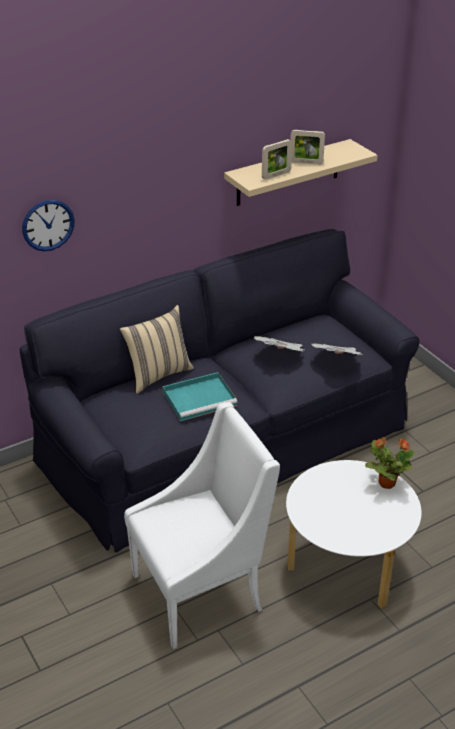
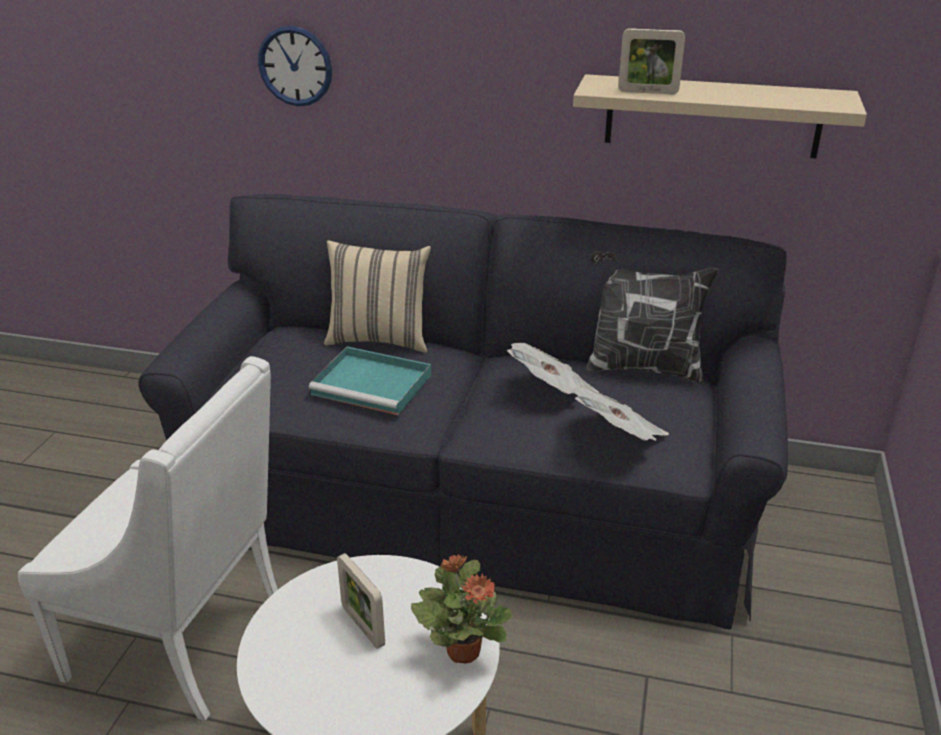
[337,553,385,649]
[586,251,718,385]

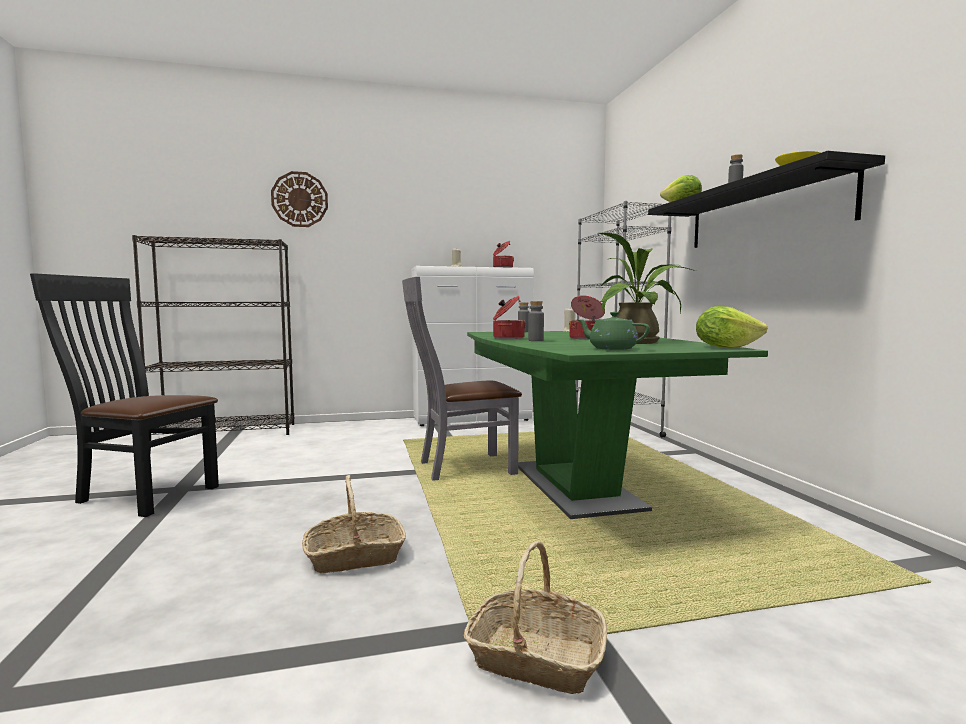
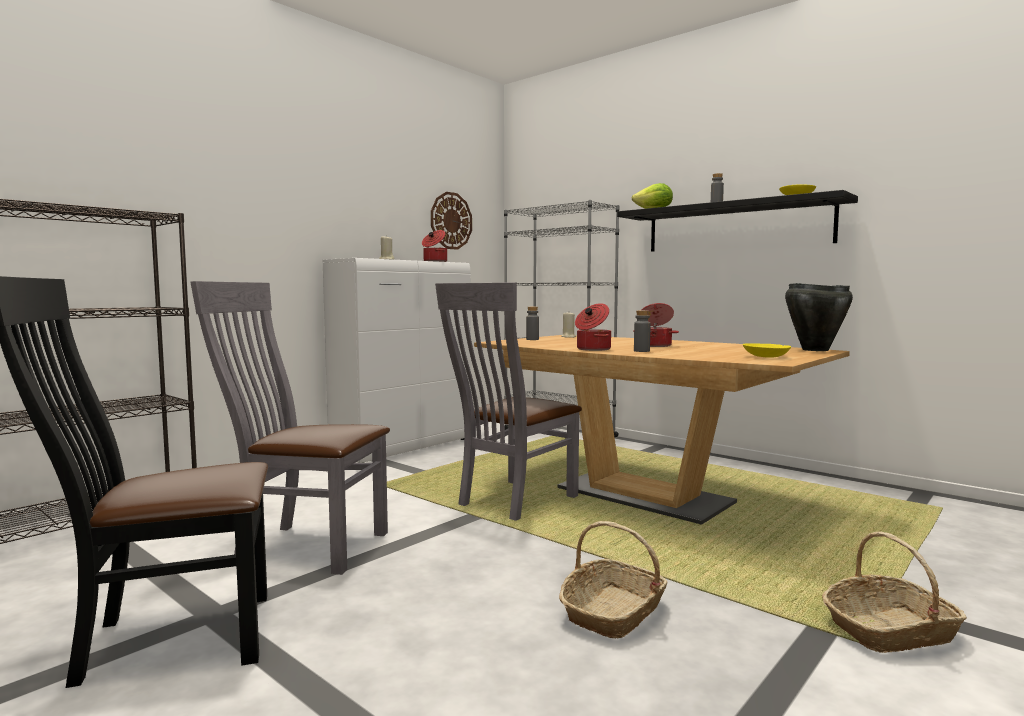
[431,192,472,250]
[474,335,850,525]
[743,343,791,358]
[599,233,696,344] (first image)
[785,283,853,351]
[190,281,390,575]

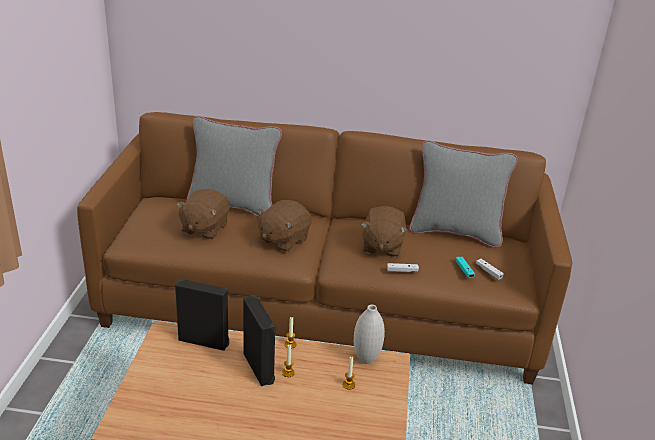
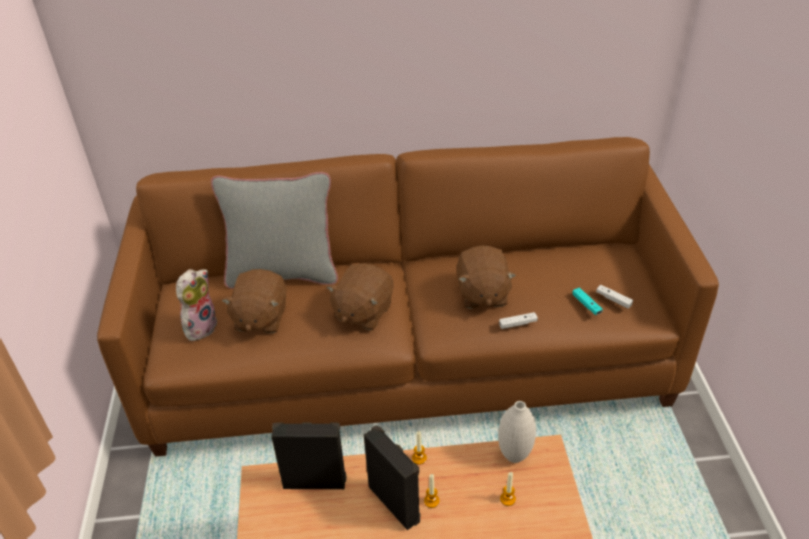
[410,140,518,248] (first image)
[176,269,217,341]

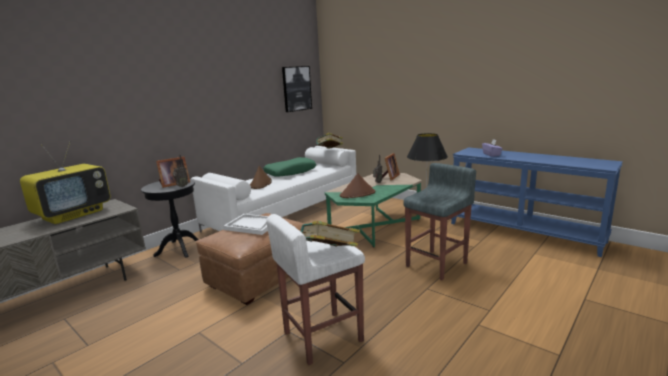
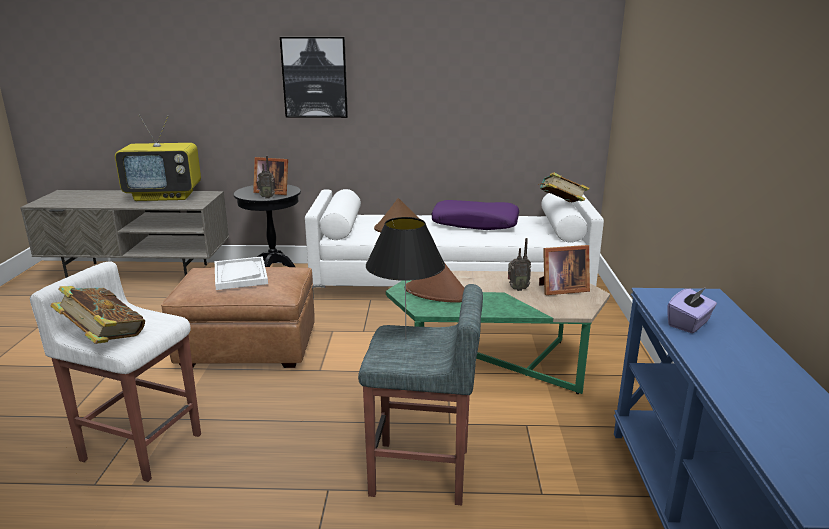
[432,200,519,230]
[280,37,348,118]

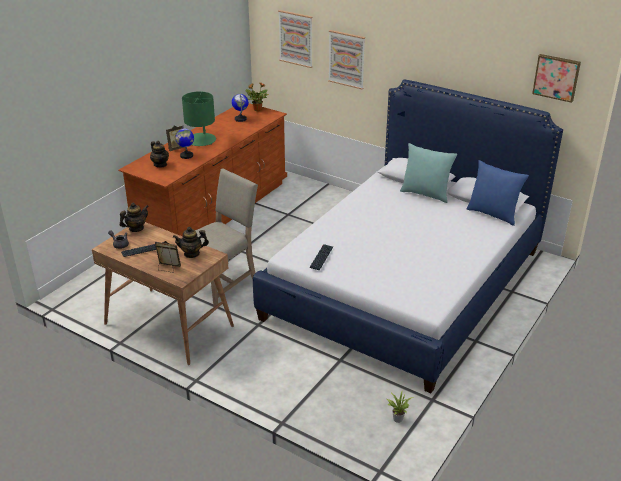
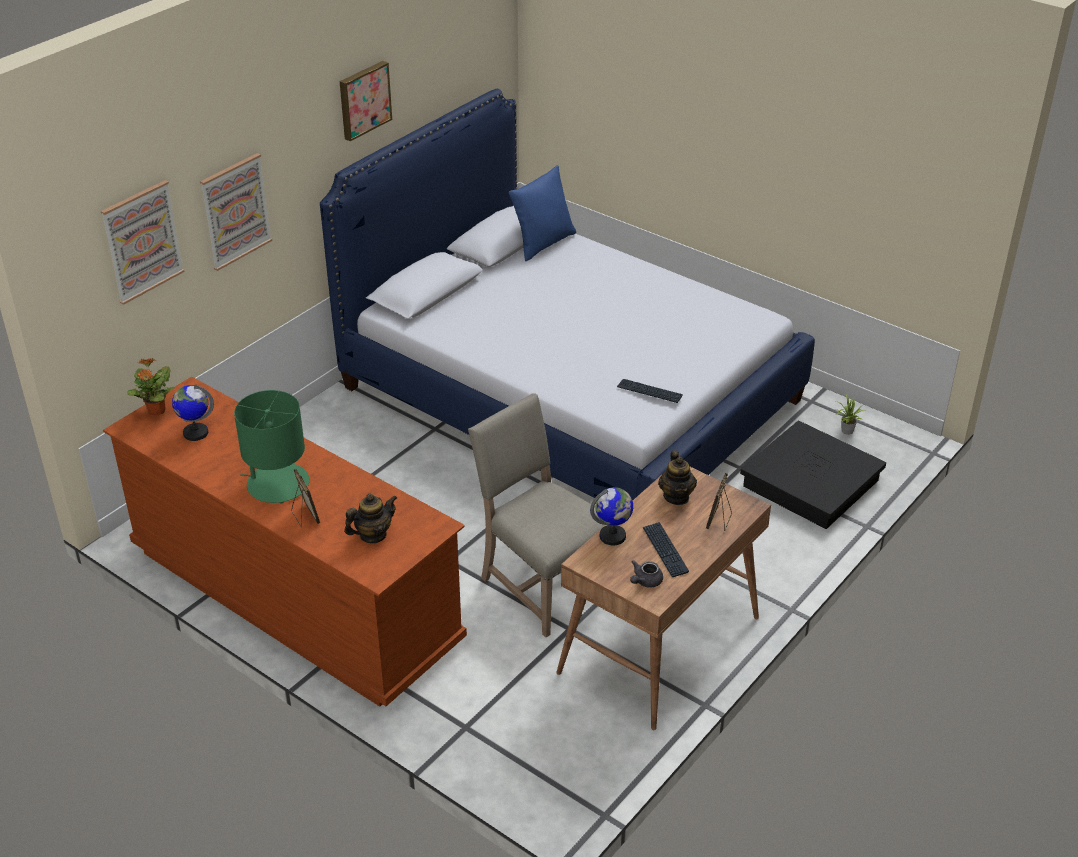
[120,203,149,232] (first image)
[590,487,633,546]
[400,143,457,203] (first image)
[340,61,392,141]
[740,421,886,529]

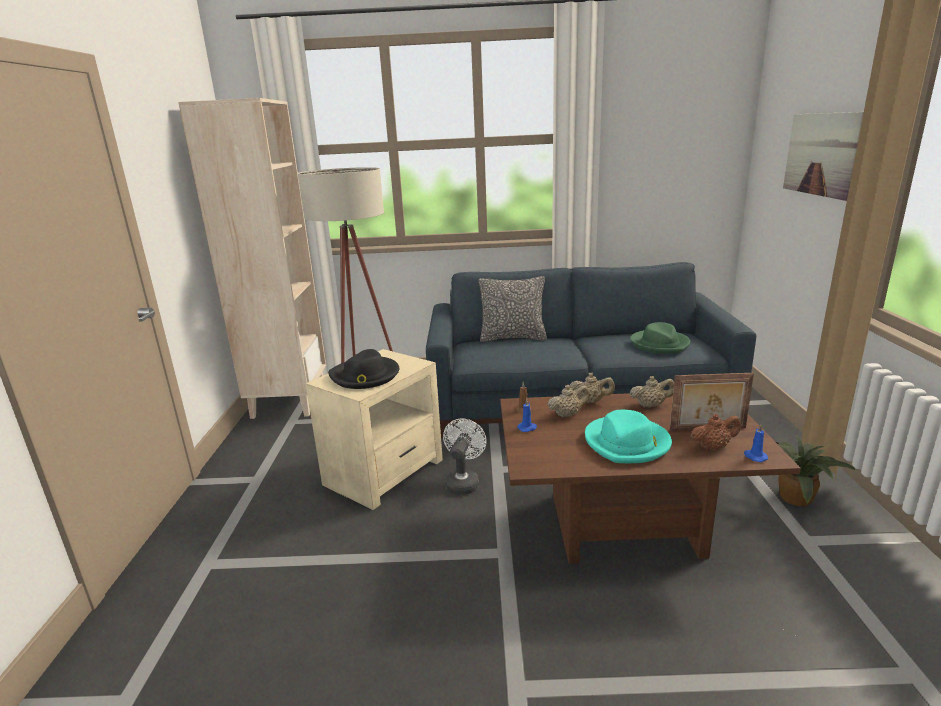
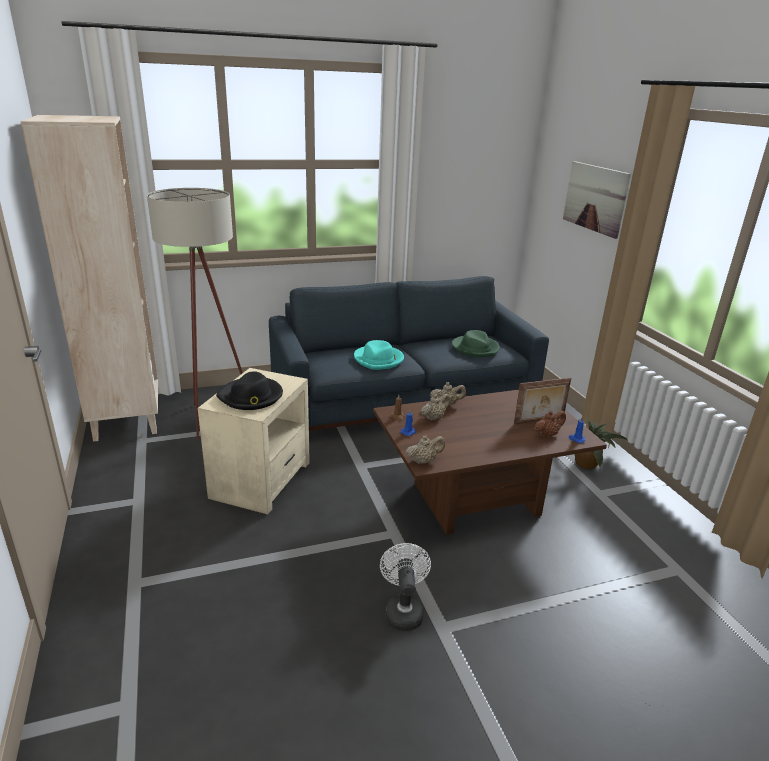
[380,543,431,631]
[479,276,547,342] (first image)
[354,340,404,370]
[406,435,445,464]

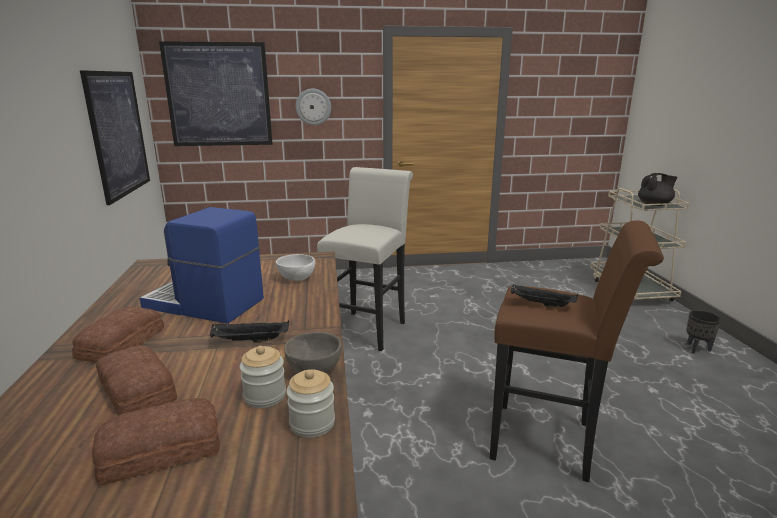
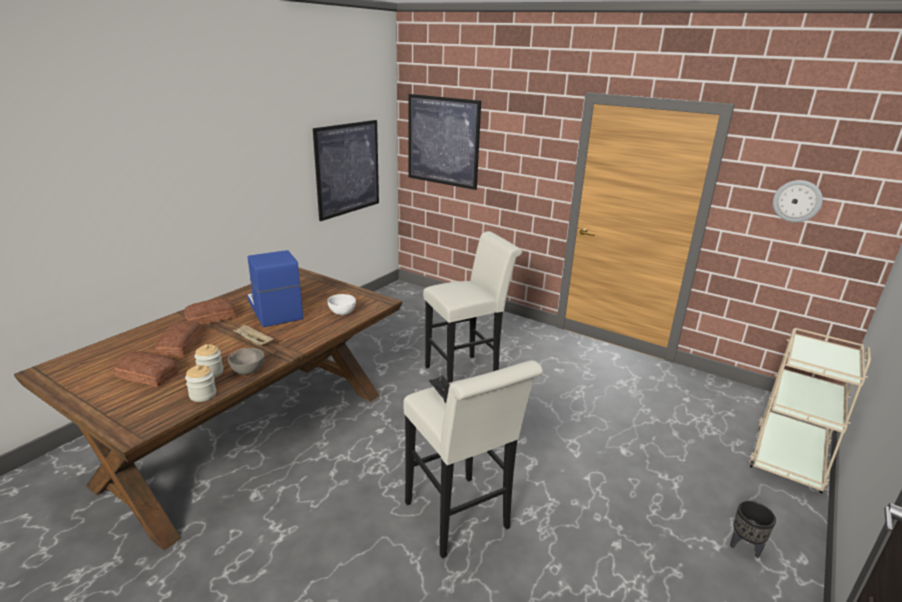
[233,325,274,346]
[773,180,823,222]
[403,360,543,559]
[638,173,678,206] (first image)

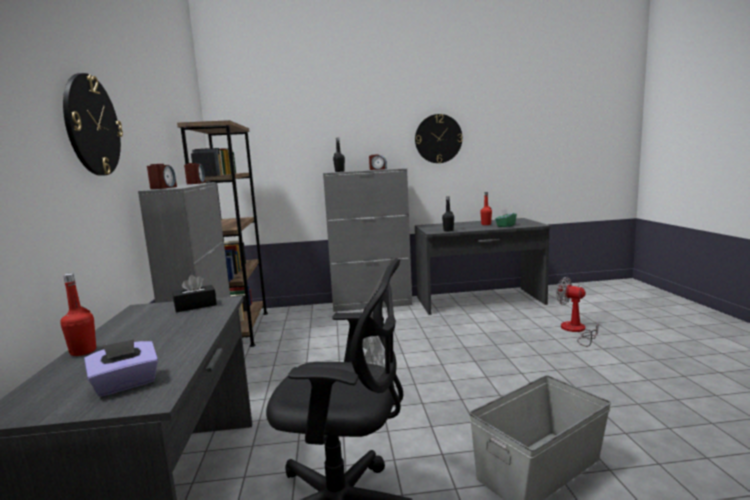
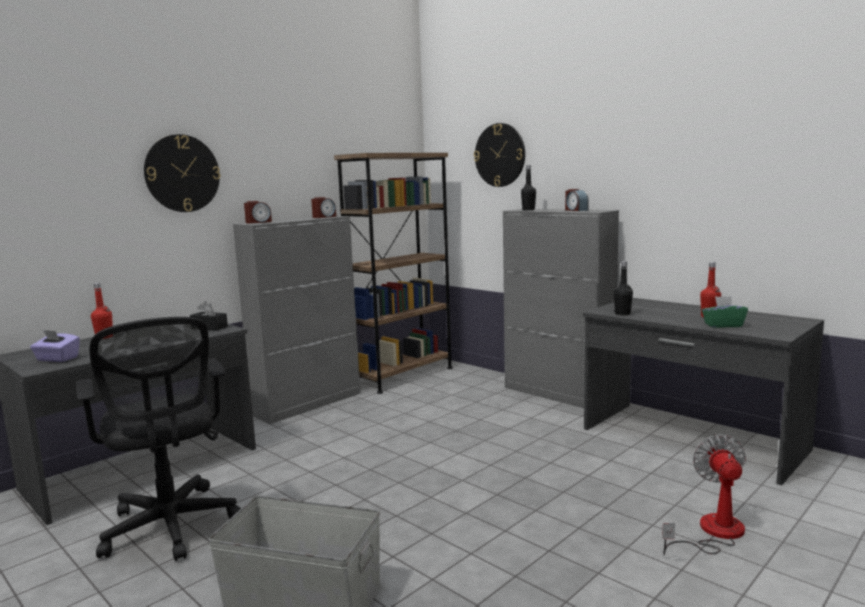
[474,123,525,187]

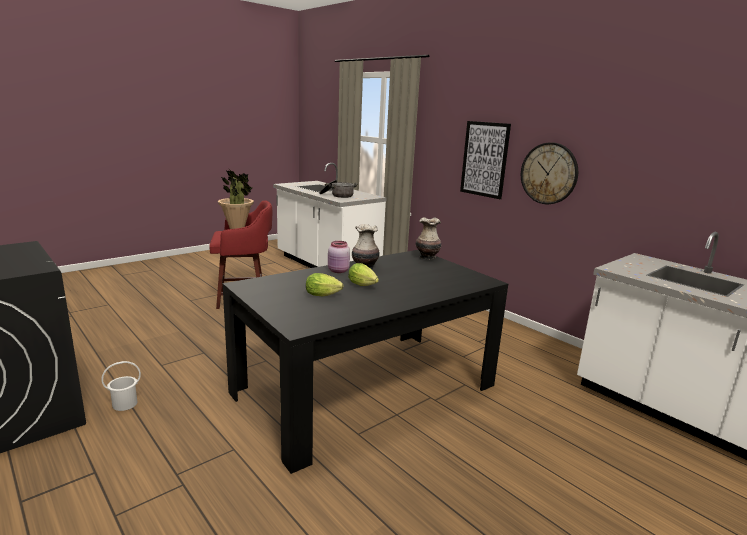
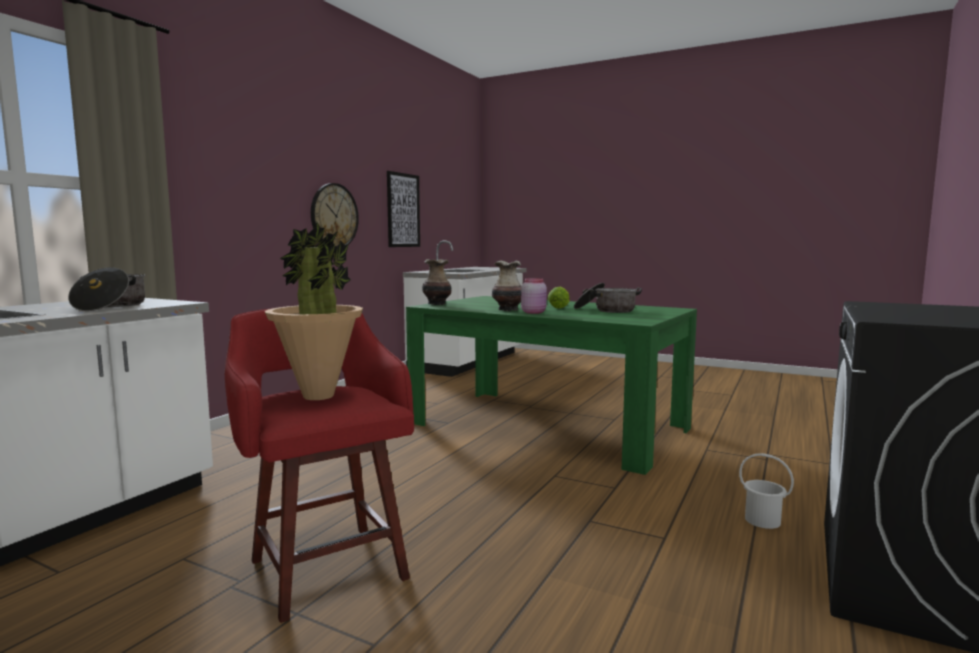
[406,296,697,475]
[574,283,642,313]
[387,171,420,247]

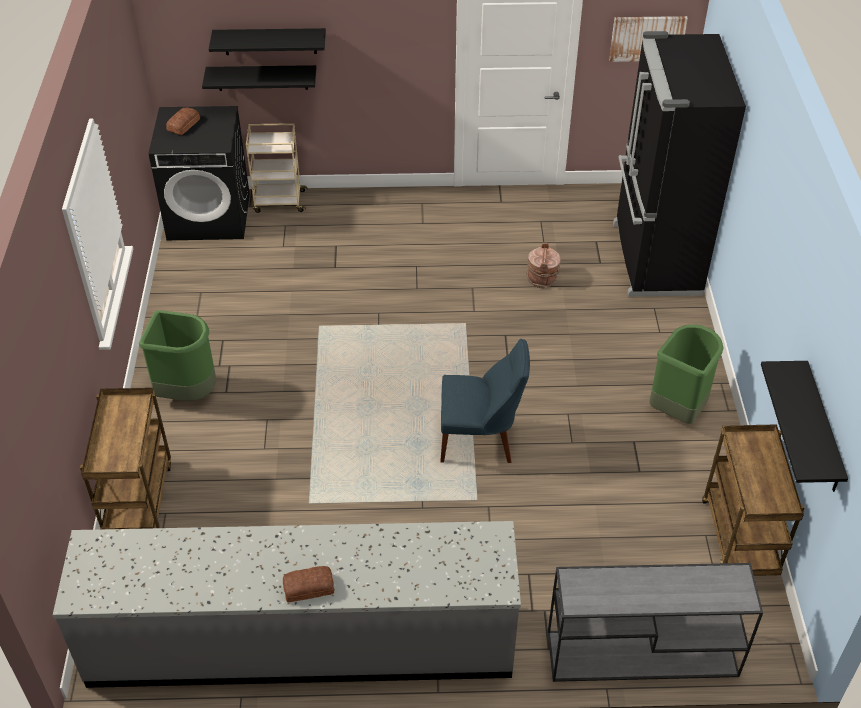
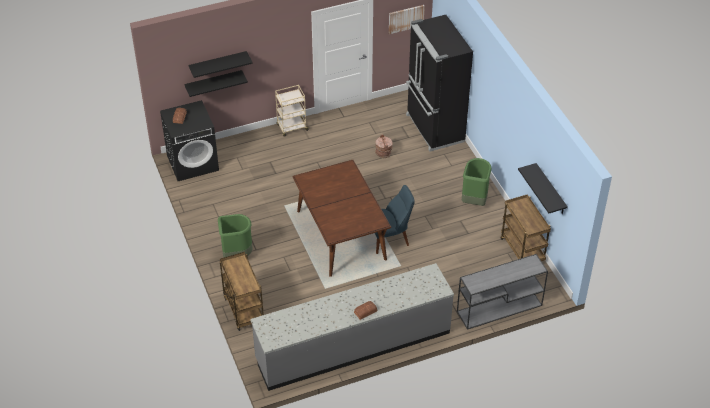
[275,85,309,137]
[292,160,391,277]

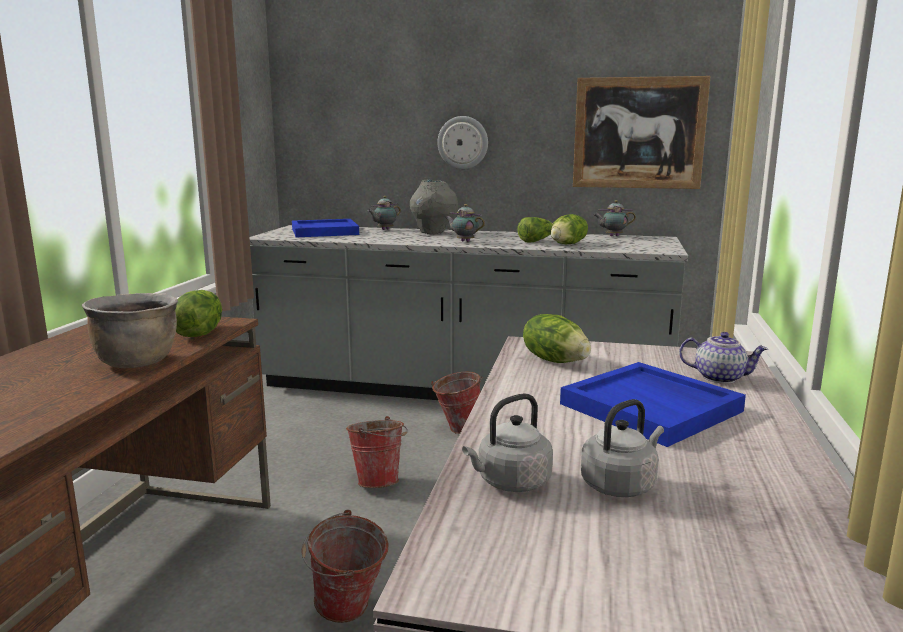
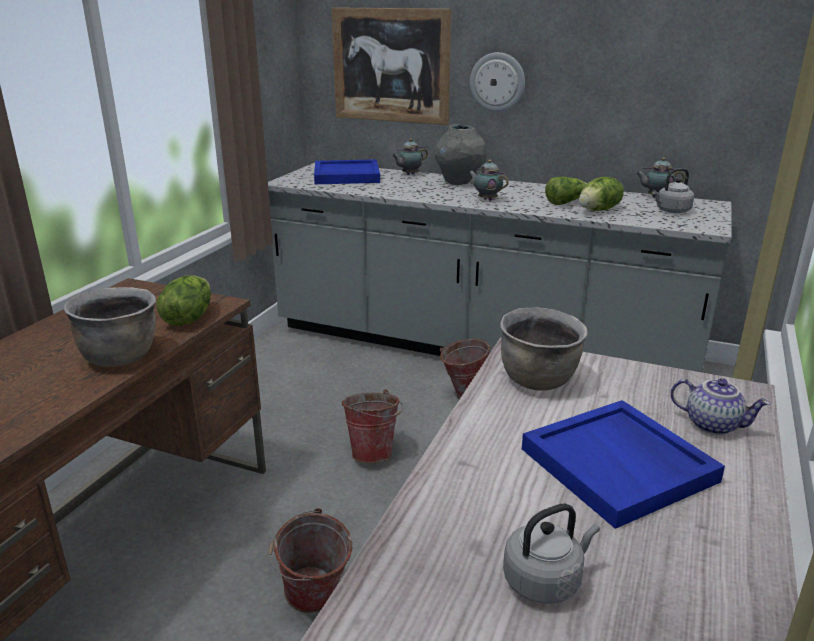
[652,168,694,213]
[500,307,588,391]
[332,7,452,125]

